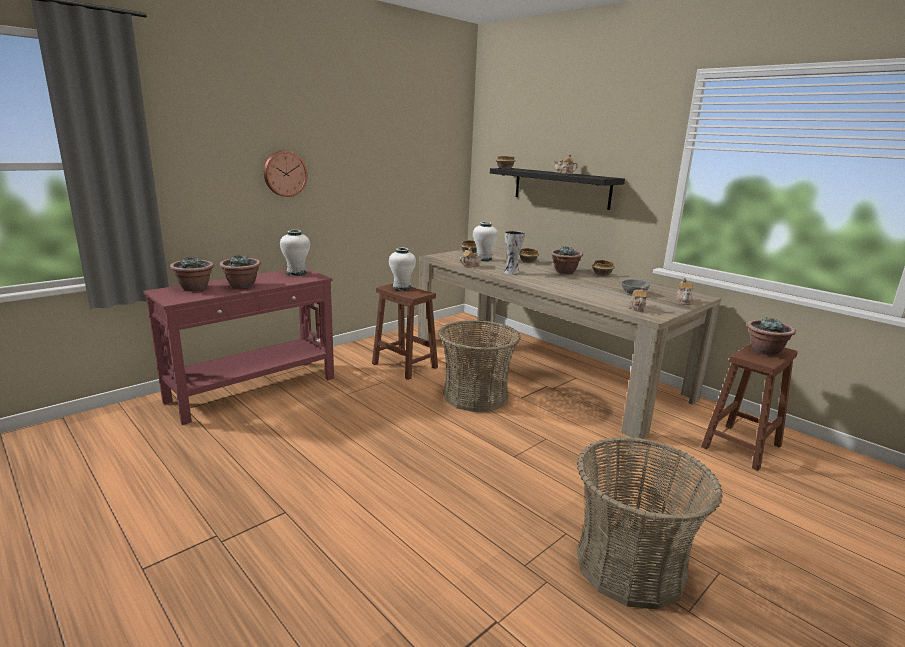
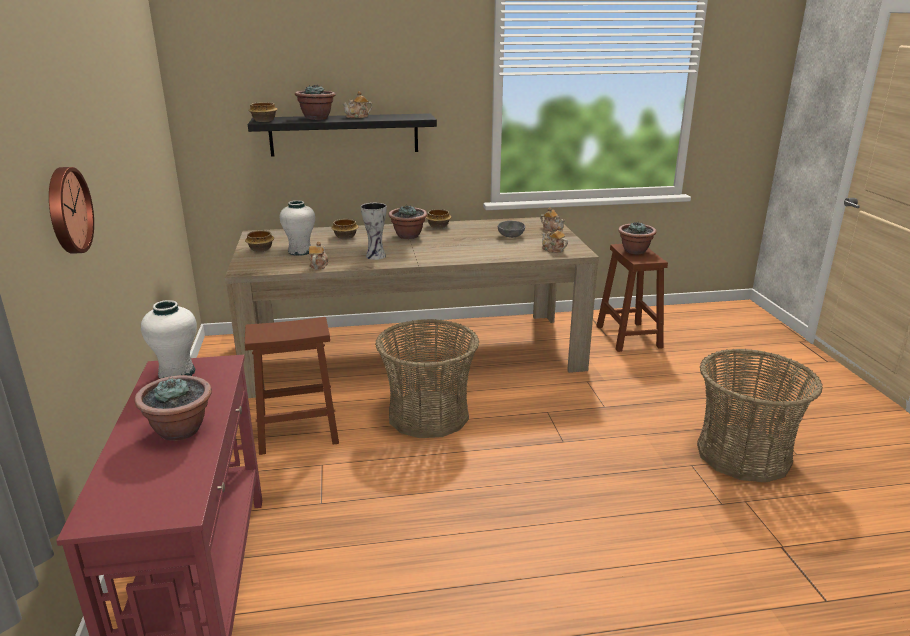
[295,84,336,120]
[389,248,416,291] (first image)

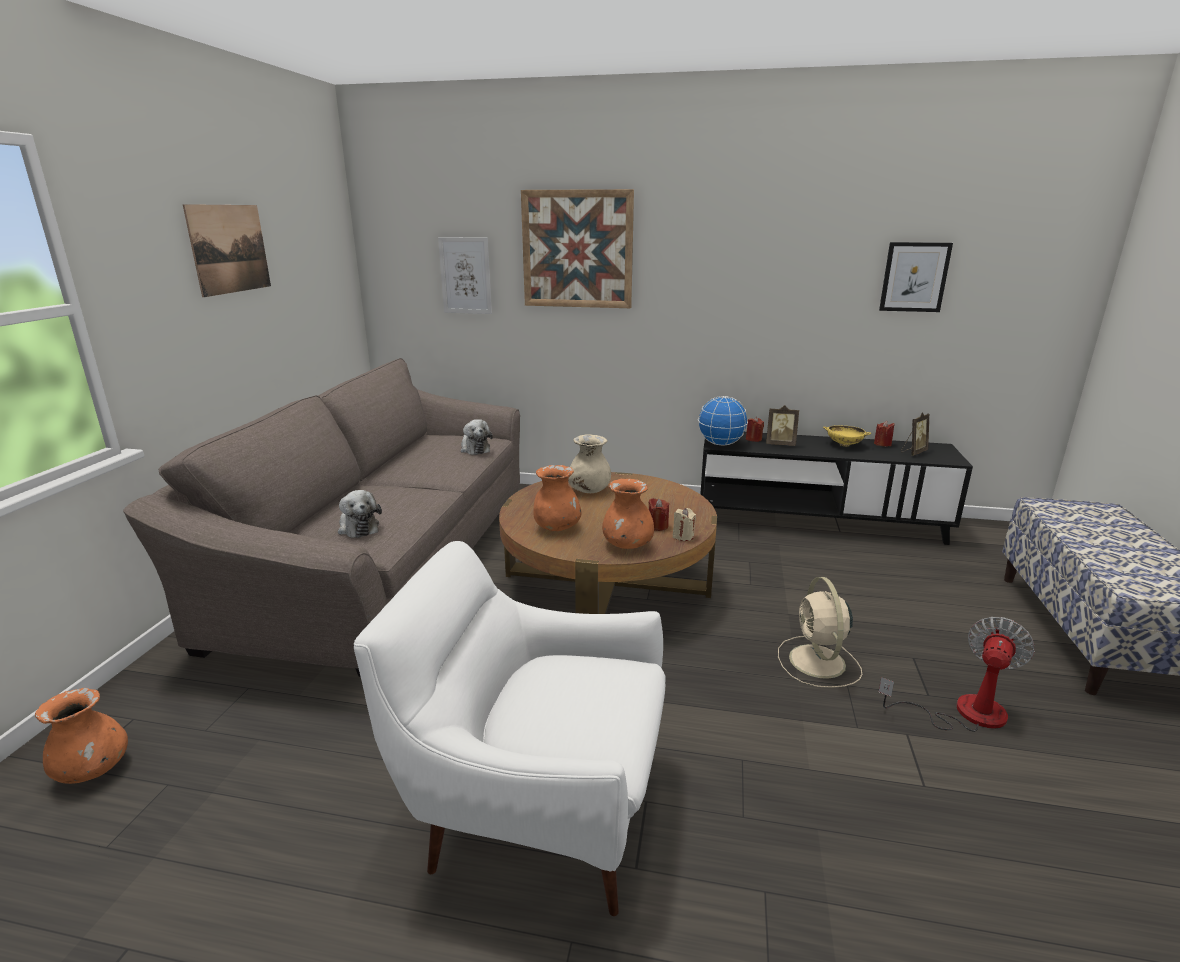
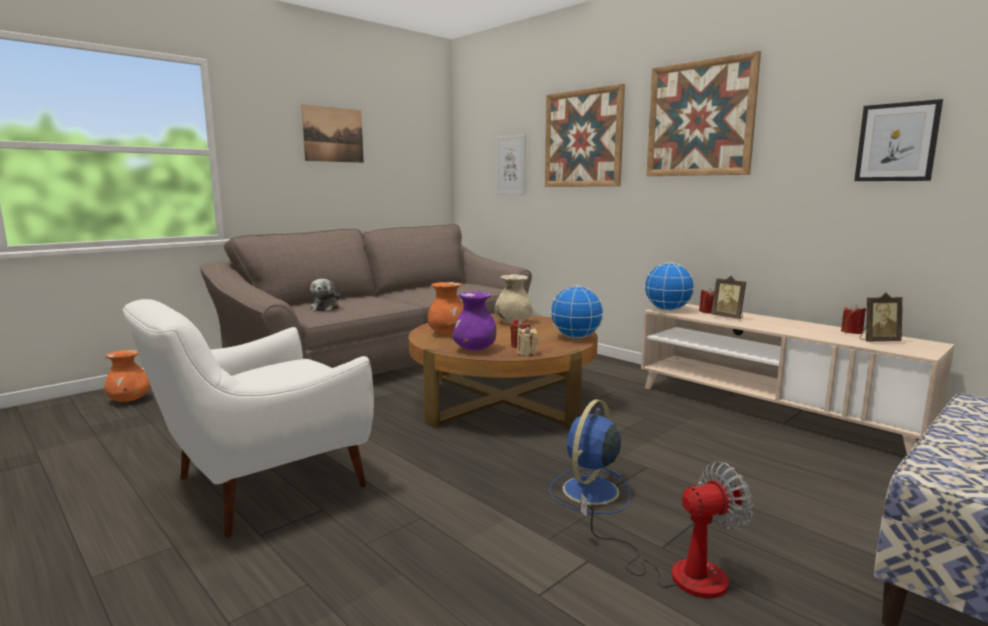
[123,299,374,537]
[461,419,493,455] (first image)
[452,292,497,350]
[641,304,955,454]
[549,399,630,514]
[823,426,871,446] (first image)
[550,286,604,338]
[646,51,761,176]

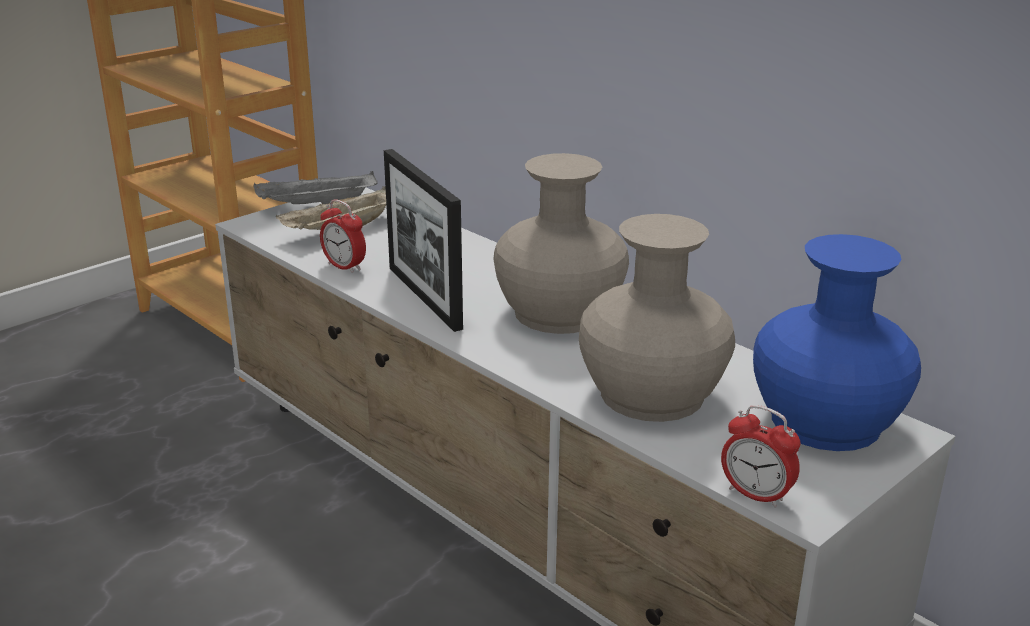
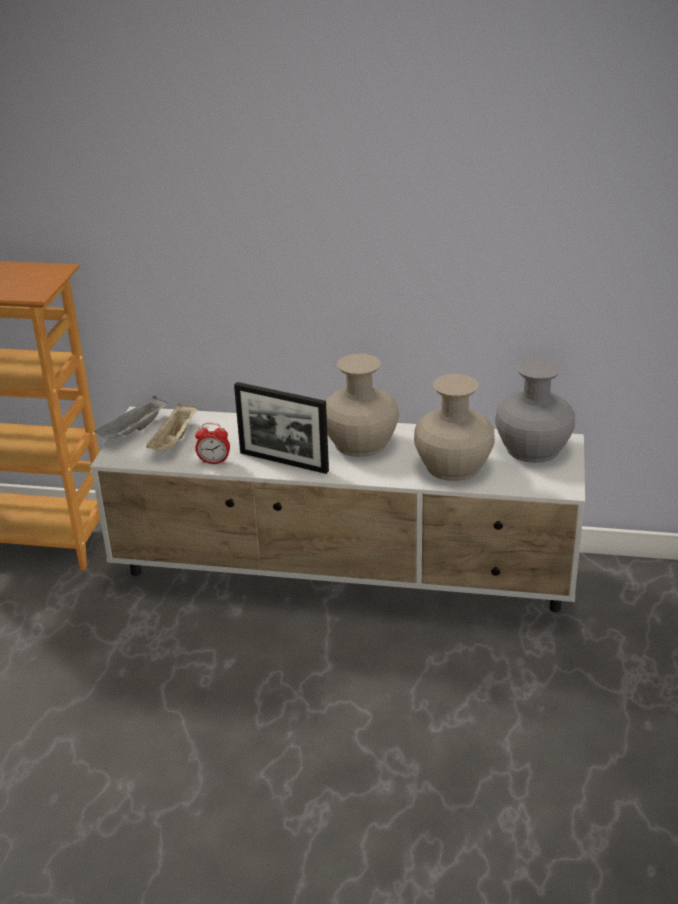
[721,405,800,508] (first image)
[495,358,575,463]

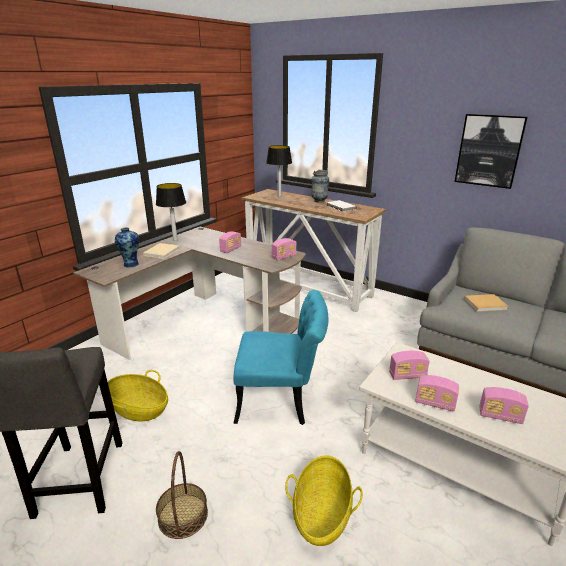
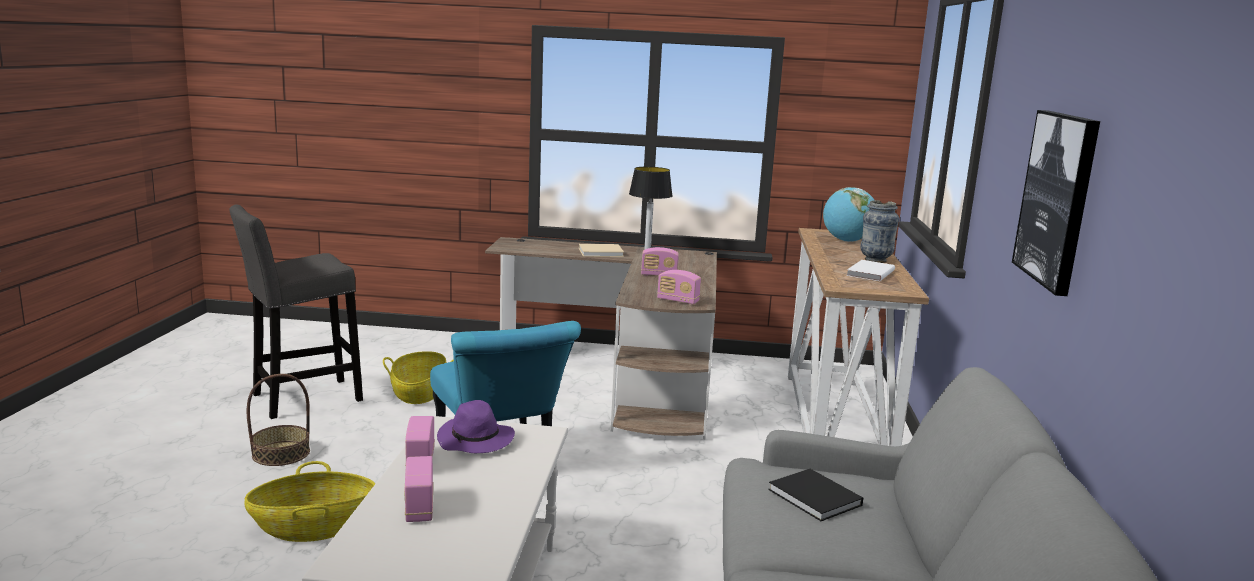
[115,227,139,267] (first image)
[823,187,874,242]
[437,400,515,453]
[768,469,863,521]

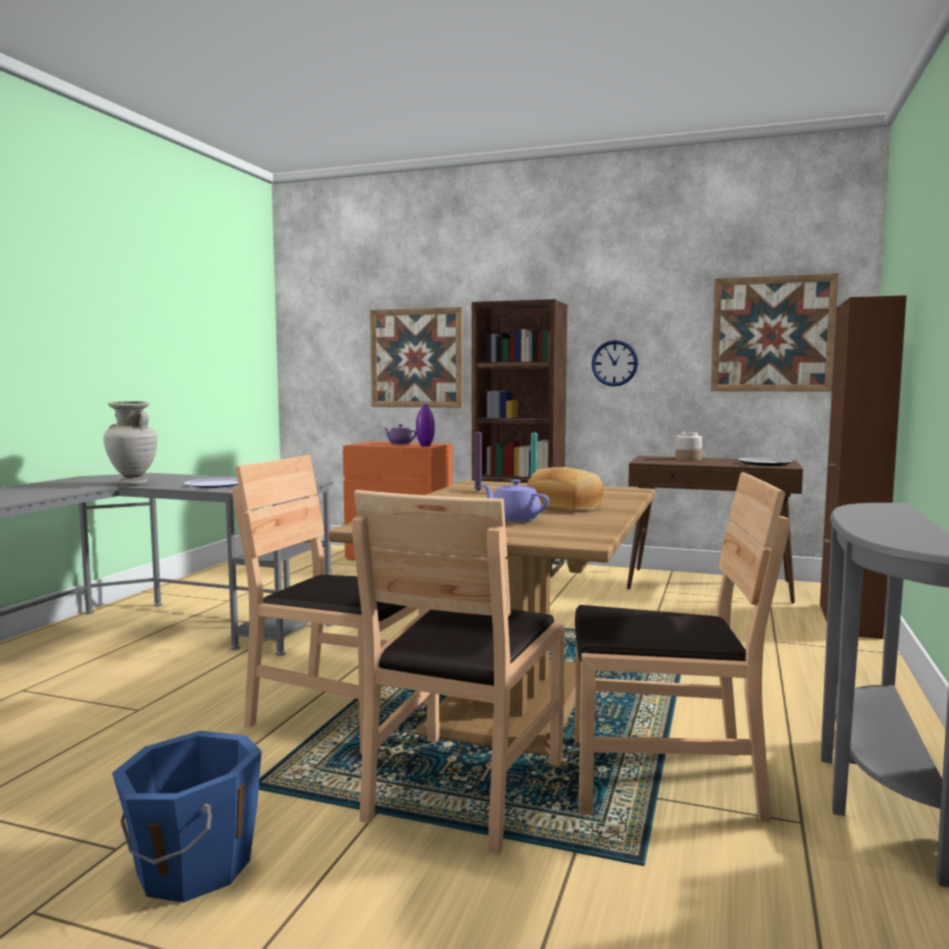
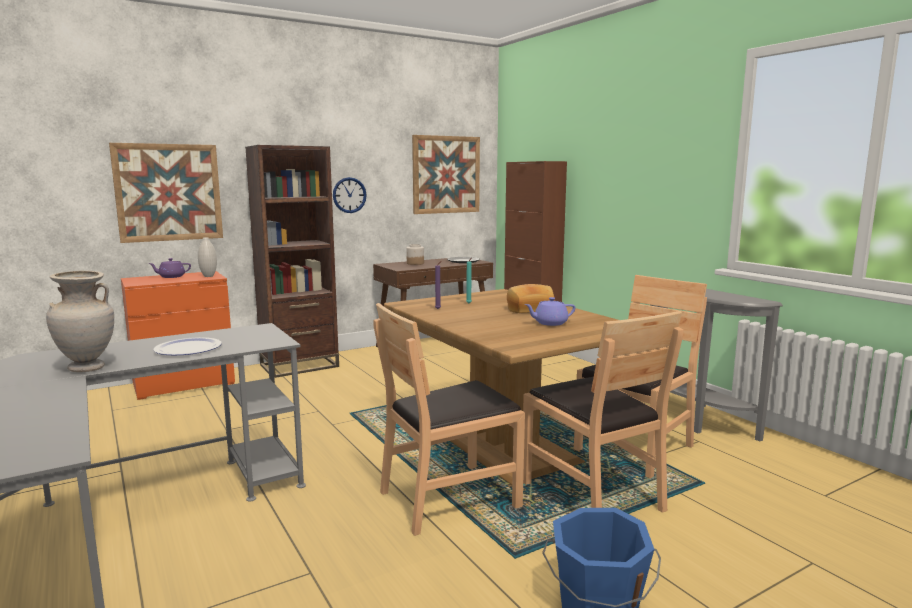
[198,237,217,277]

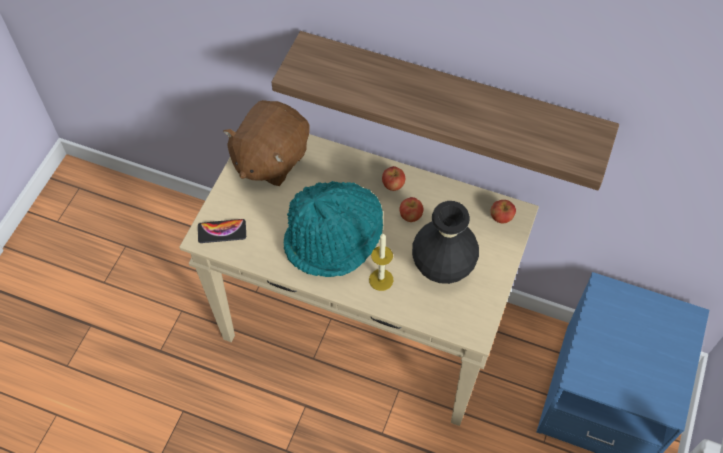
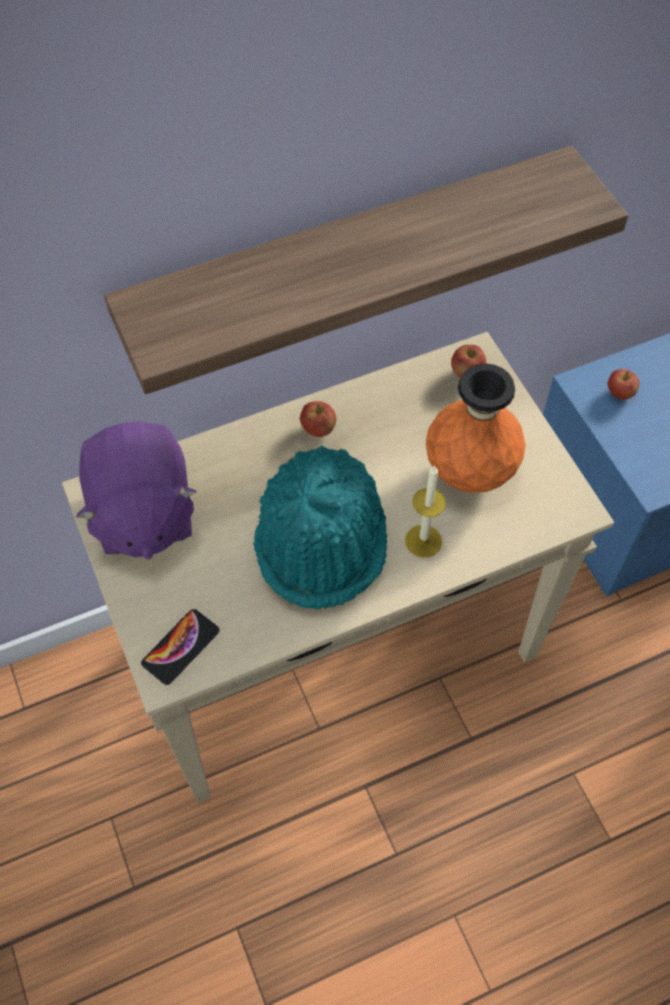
[76,421,197,560]
[608,369,639,400]
[426,363,526,493]

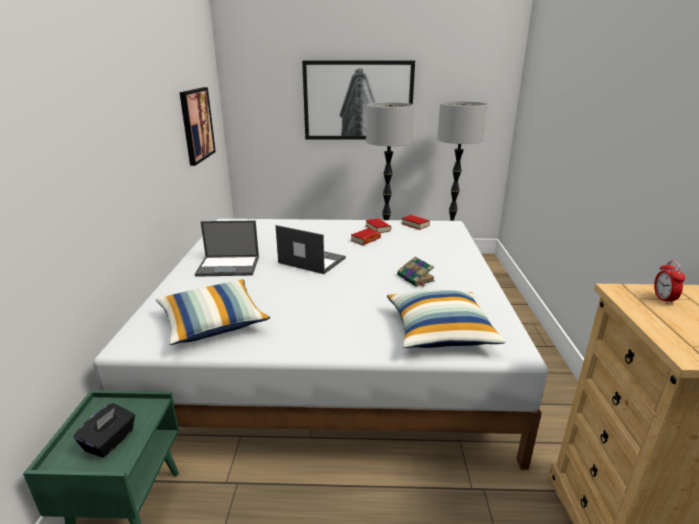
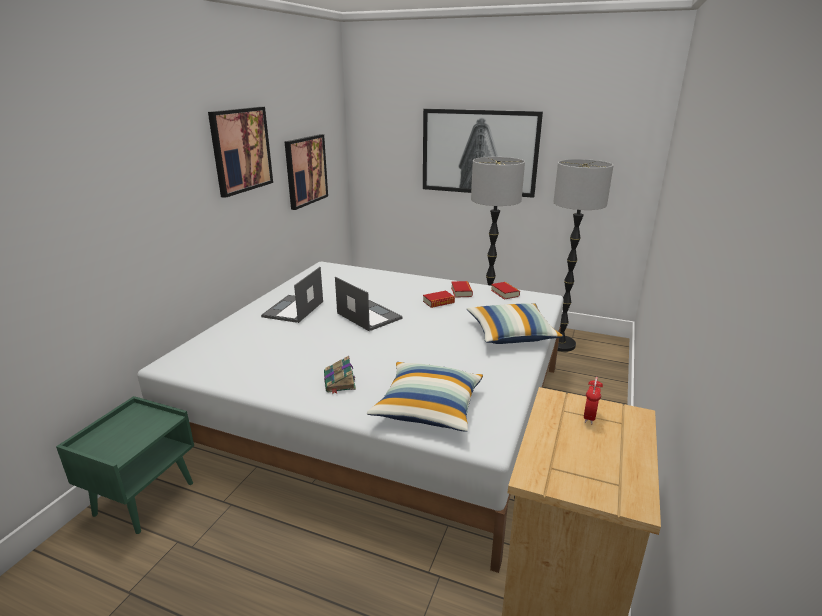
[74,403,135,458] (first image)
[467,303,564,344]
[261,267,323,323]
[324,356,356,394]
[208,107,273,198]

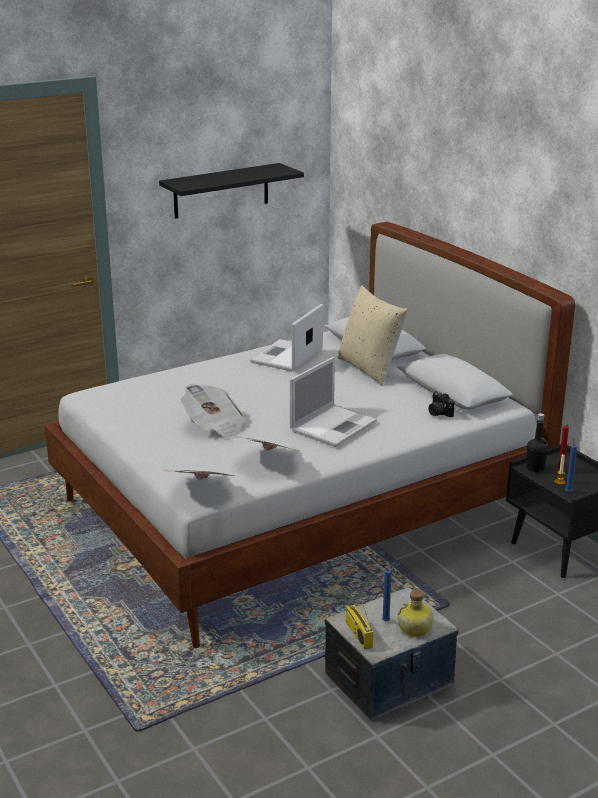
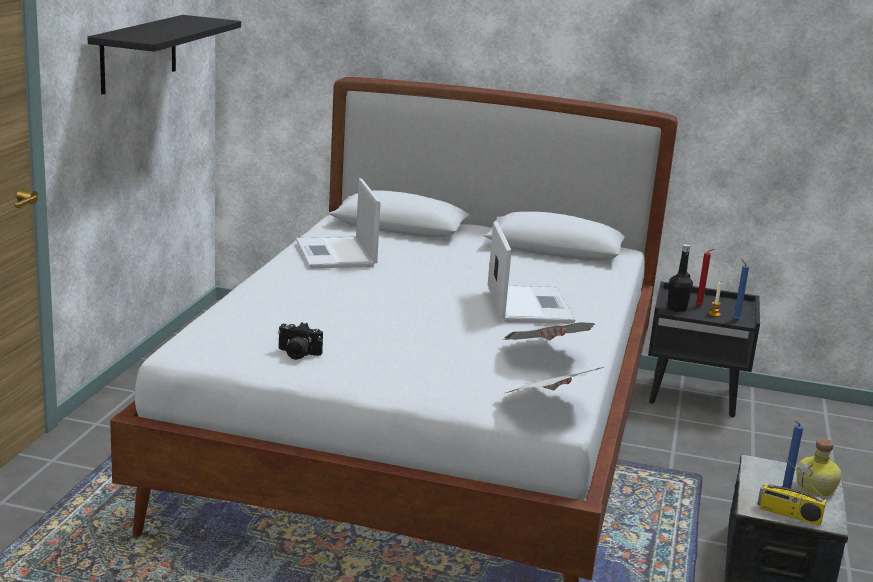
[181,384,247,439] (first image)
[338,285,408,386] (first image)
[278,322,323,360]

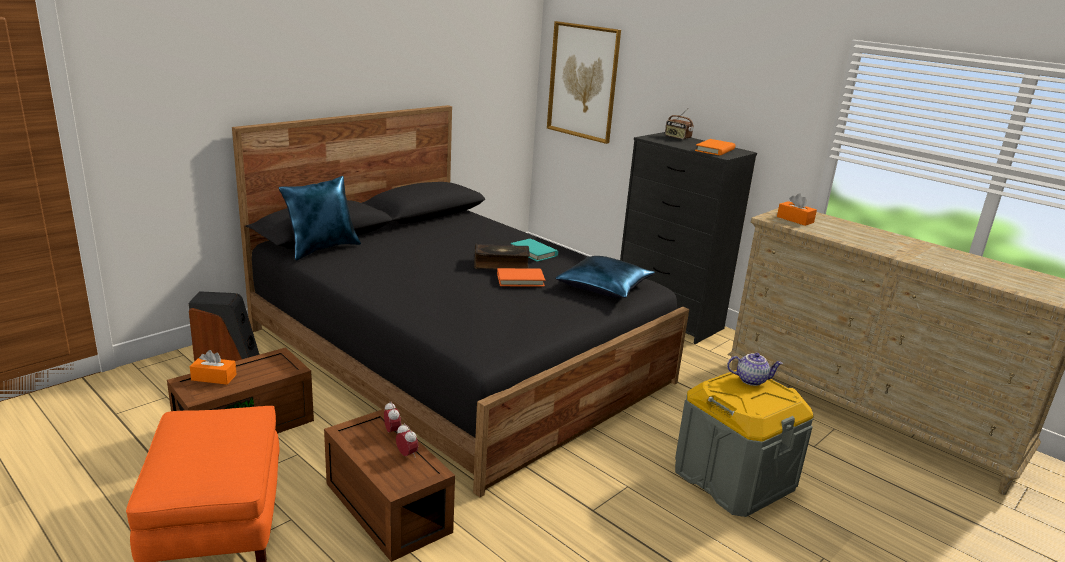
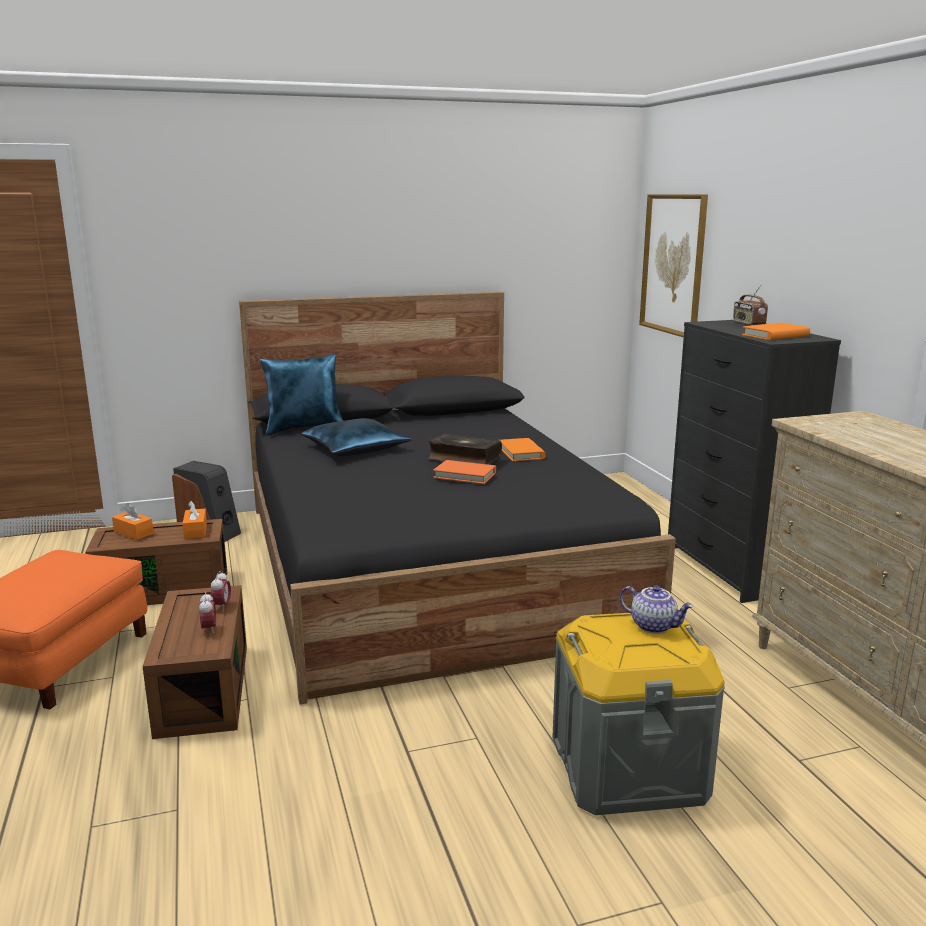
[500,438,546,461]
[301,418,412,456]
[182,501,207,539]

